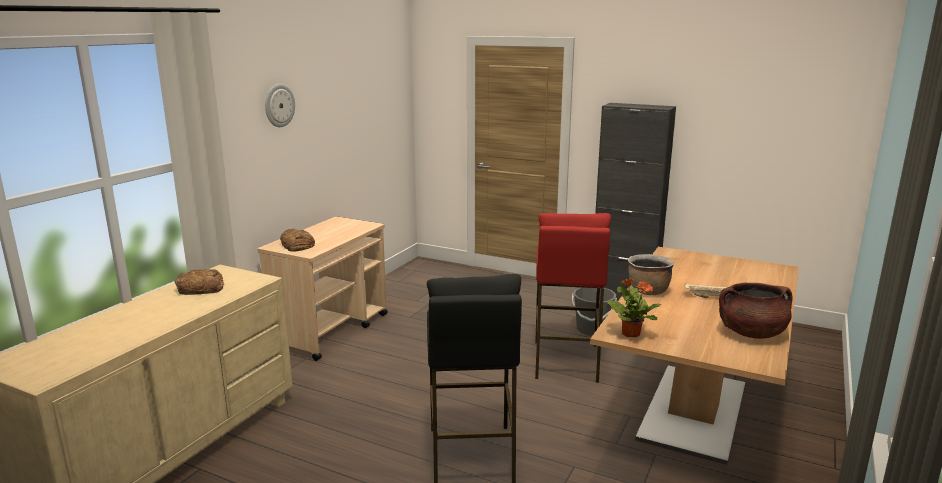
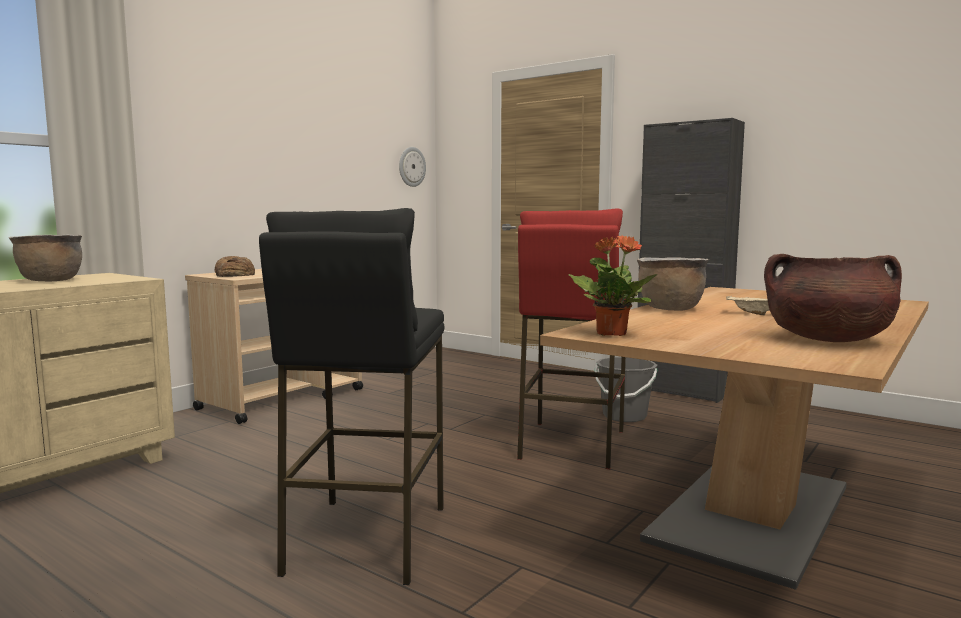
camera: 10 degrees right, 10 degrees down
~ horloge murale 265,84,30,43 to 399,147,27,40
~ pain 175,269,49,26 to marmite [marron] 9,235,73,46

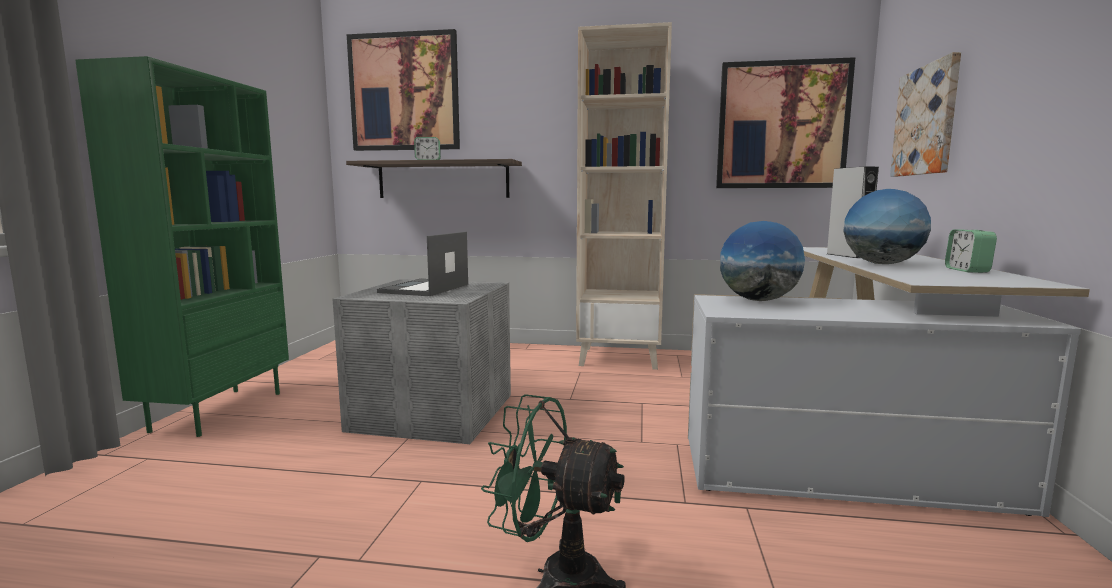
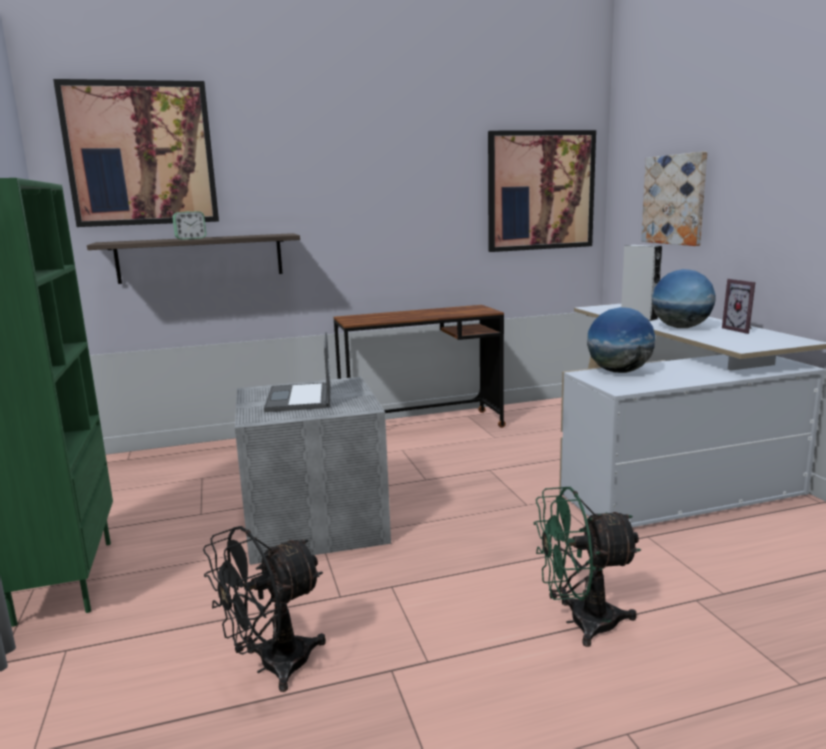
camera: 25 degrees left, 5 degrees up
~ bibliothèque [beige] 576,22,96,348 to bureau [marron] 334,305,172,123
~ réveil 945,229,52,44 to cadre photo 722,279,33,55
+ ventilateur [noir] 203,526,123,166

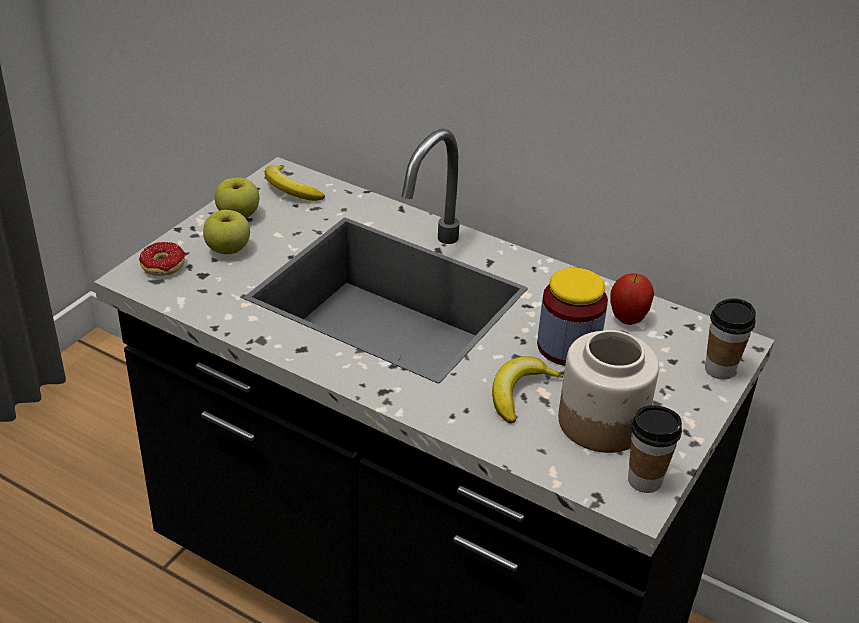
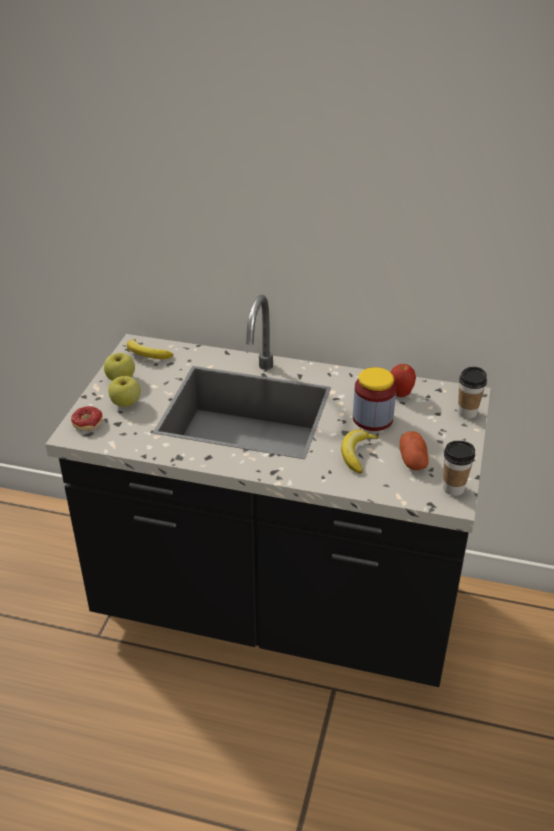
camera: 15 degrees left, 0 degrees up
~ bocal 558,330,101,123 to pomme de terre 400,431,29,40

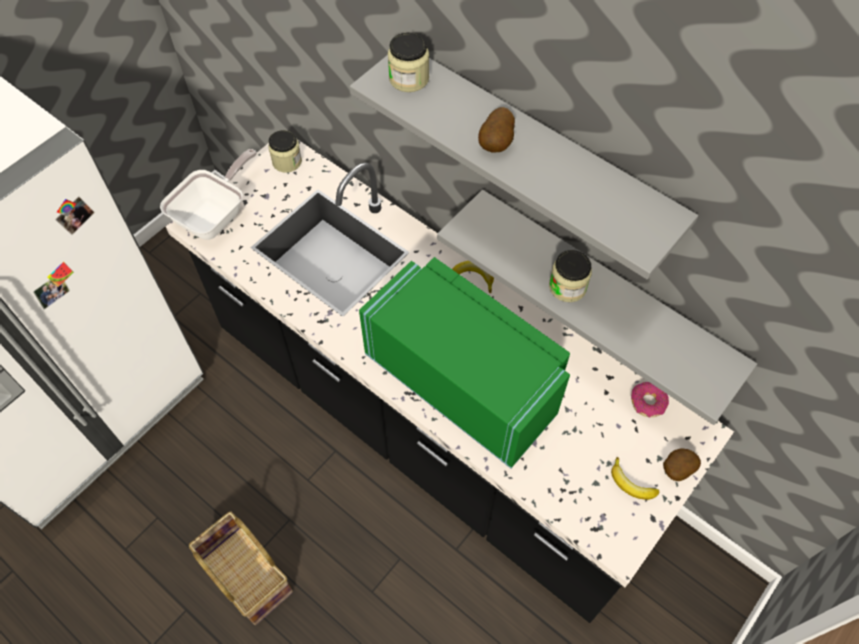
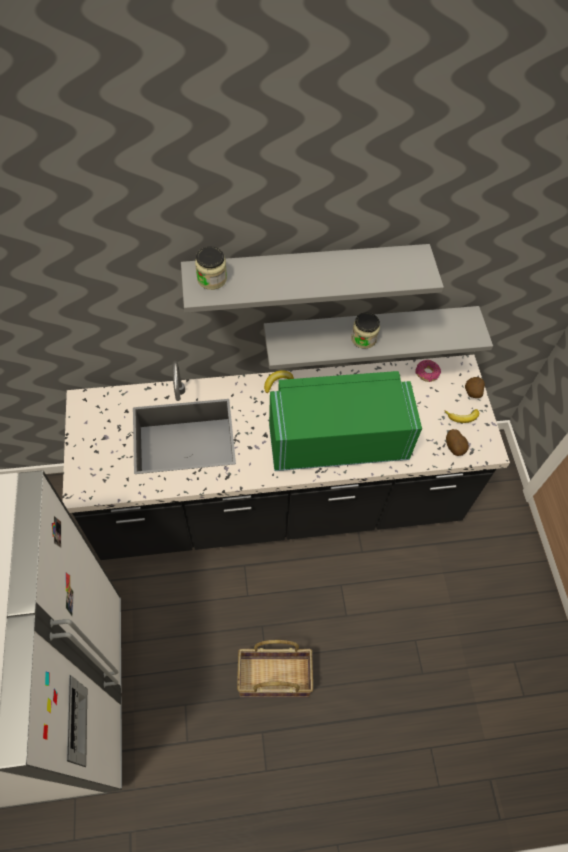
camera: 50 degrees left, 0 degrees up
~ pomme de terre 478,107,37,46 to 446,429,23,27
- bocal 268,130,34,43
- poêle 160,149,97,91

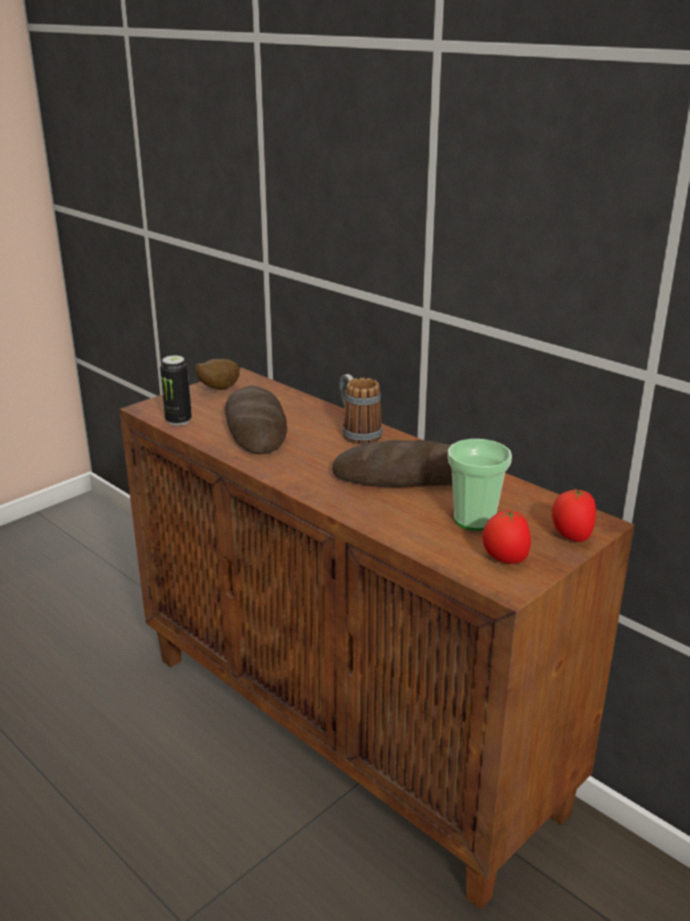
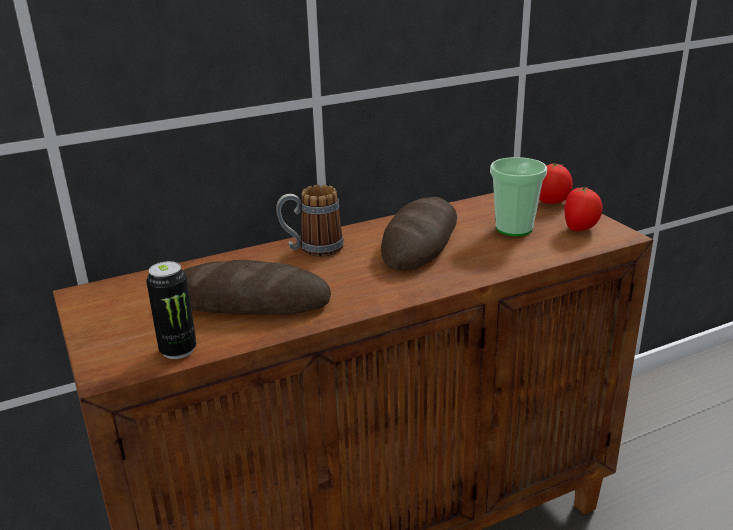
camera: 70 degrees left, 0 degrees up
- pomme de terre 195,359,45,31

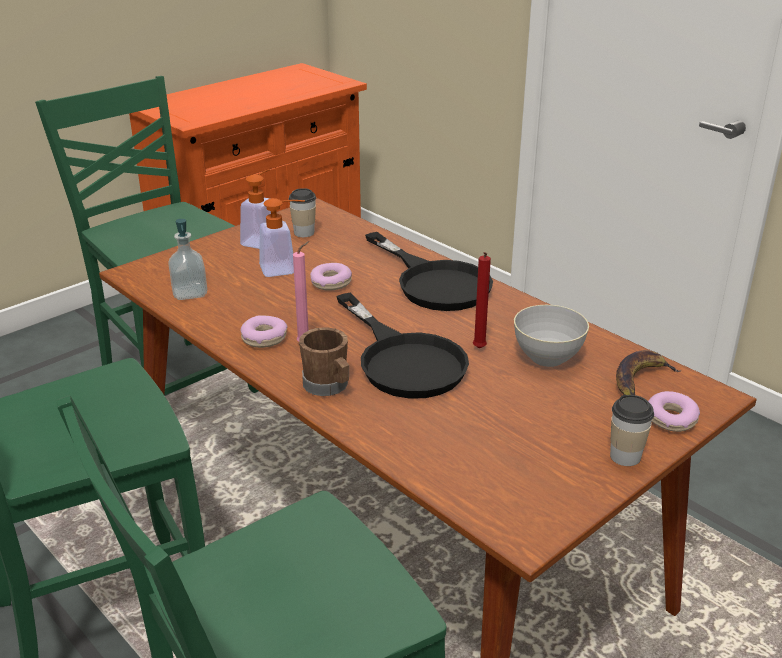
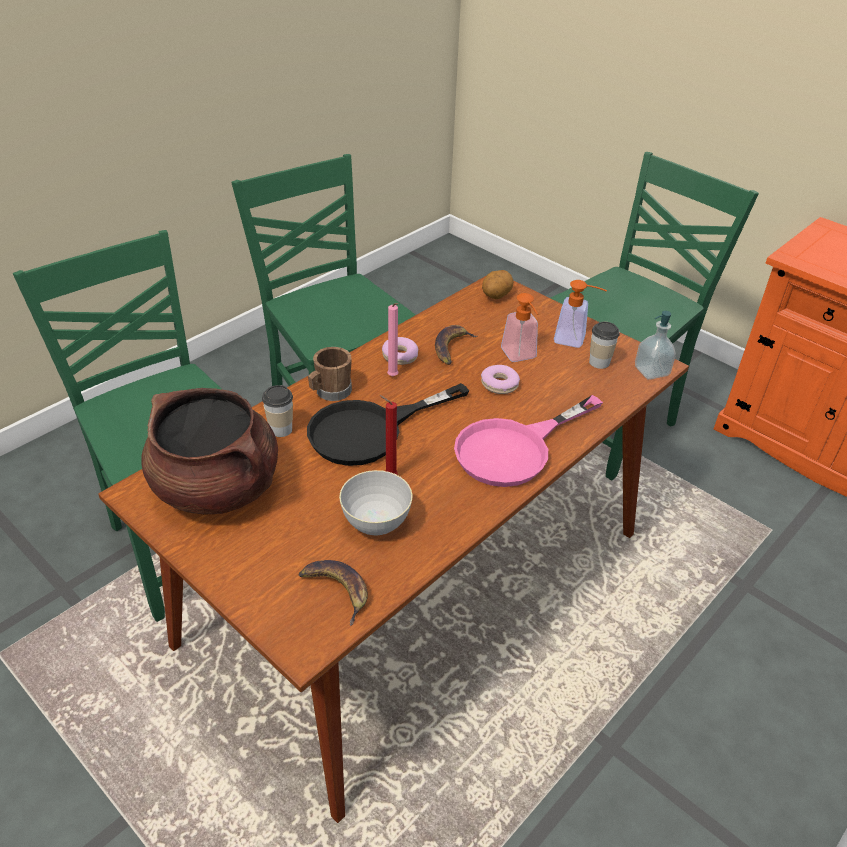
camera: 85 degrees right, 10 degrees up
~ distributeur de savon 168,219,39,81 to 635,311,41,69
~ poêle [noir] 365,232,128,79 to poêle [rose] 454,395,149,92
- beignet 648,391,52,41
~ tasse 610,395,44,71 to 262,385,31,52
+ pomme de terre 482,270,32,29
+ banane 435,325,42,40
+ marmite [marron] 142,388,136,126

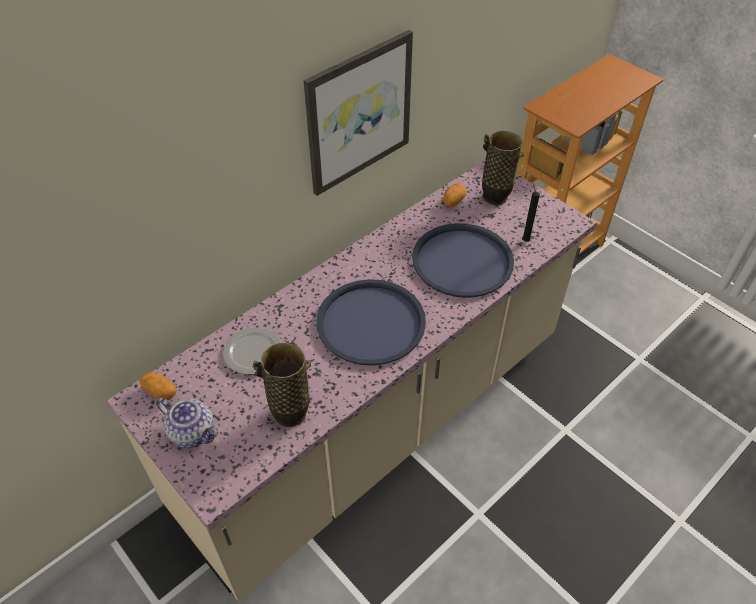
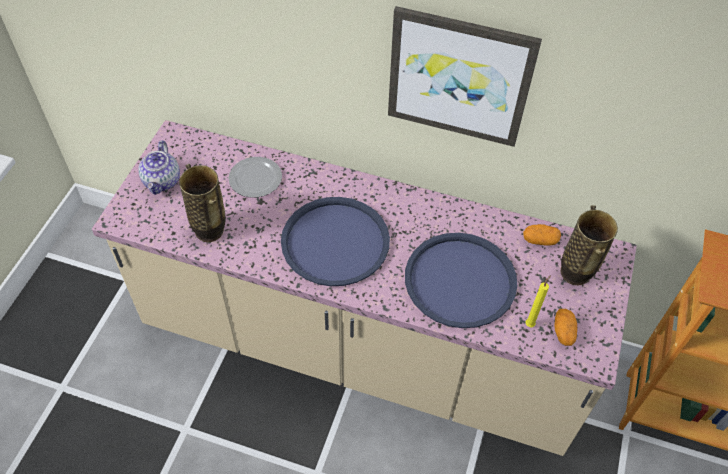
camera: 60 degrees right, 5 degrees up
~ bougie [noir] 522,184,18,58 to bougie [jaune] 526,275,25,52
~ pomme de terre 139,372,37,28 to 554,309,23,37

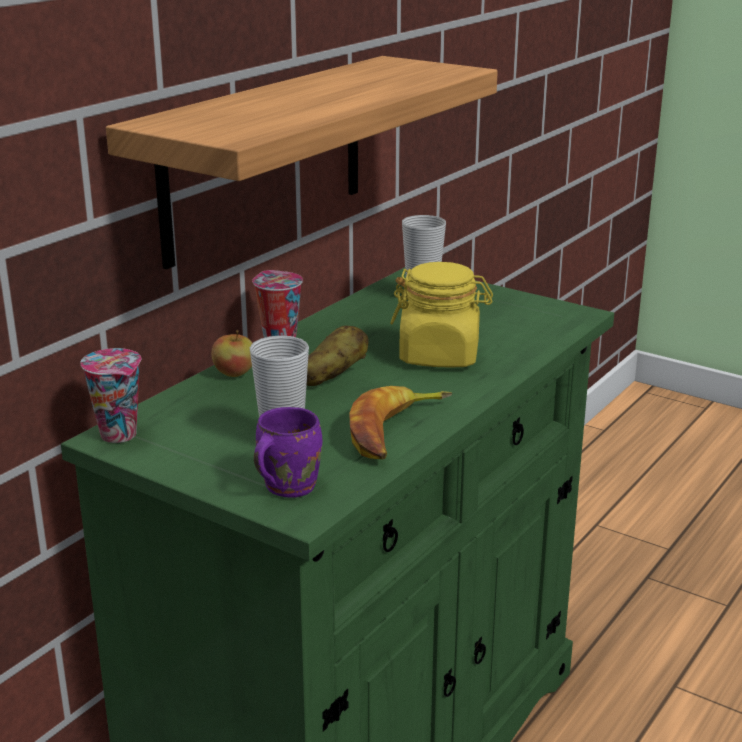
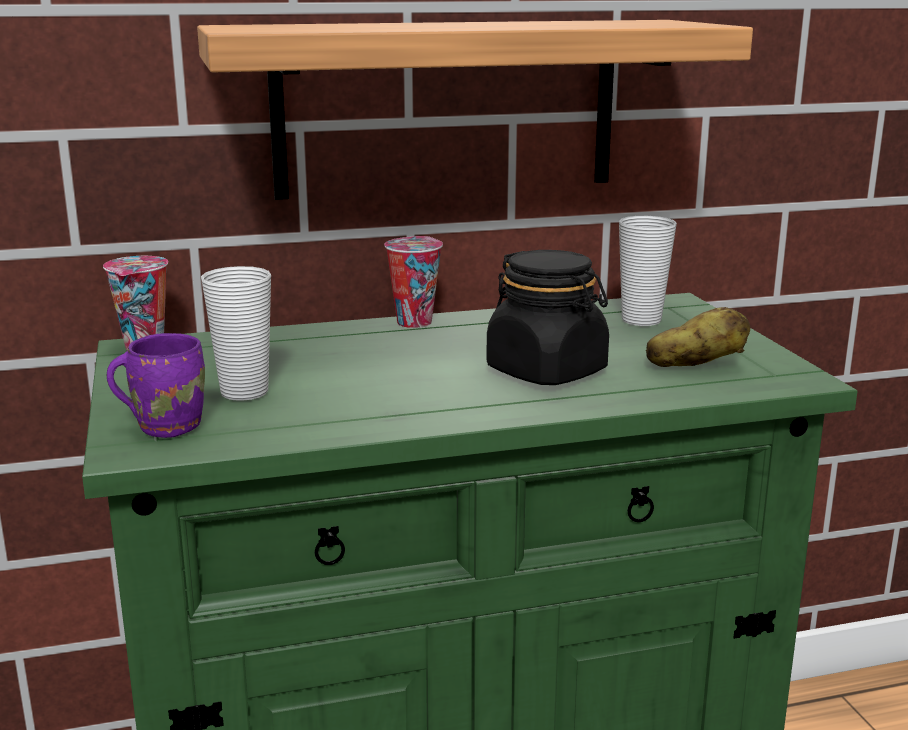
camera: 40 degrees right, 5 degrees down
~ bocal [jaune] 390,262,103,106 to bocal [noir] 486,250,123,135
~ pomme de terre 307,325,62,61 to 646,307,104,60
- pomme 211,330,41,47
- banane 349,386,103,73

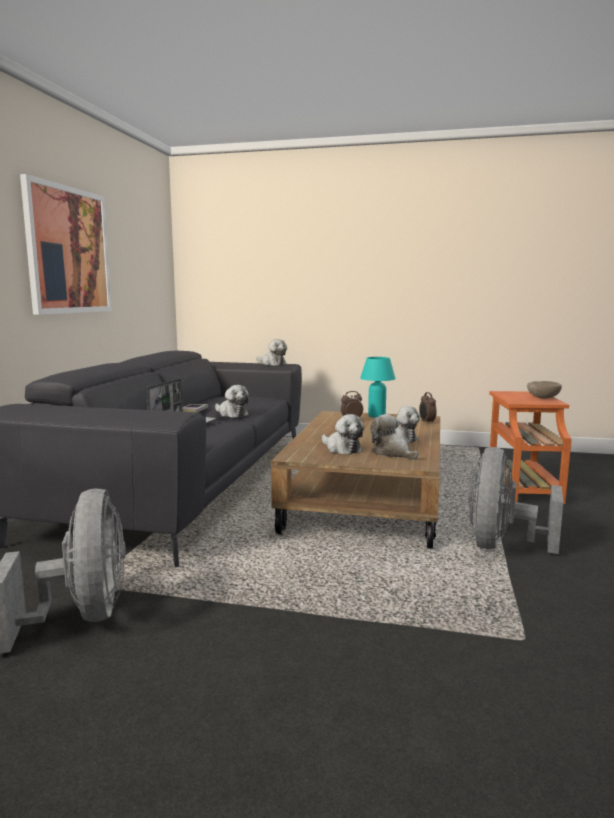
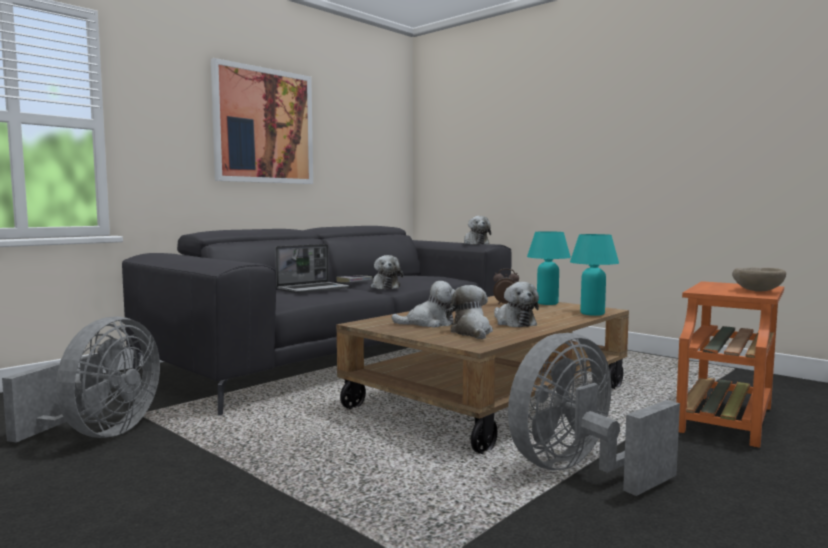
camera: 30 degrees right, 5 degrees down
~ réveil 419,392,18,32 to lampe de table [turquoise] 570,234,49,82
~ peluche 322,414,42,40 = 391,281,64,47 90 degrees counterclockwise

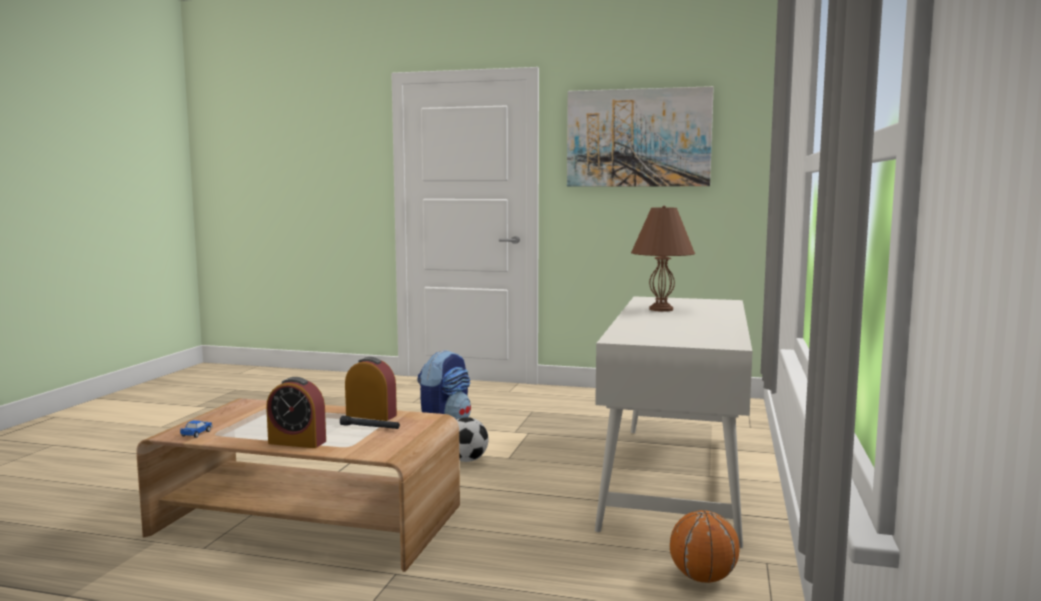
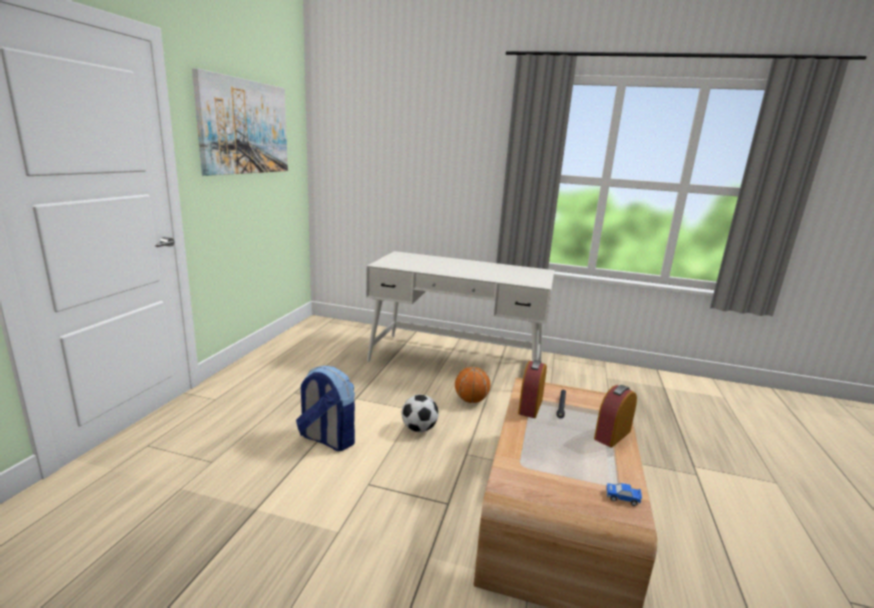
camera: 90 degrees left, 10 degrees up
- lampe de table [marron] 631,205,64,107
~ réveil 266,377,60,71 = 594,385,43,63 150 degrees counterclockwise
~ ballon de basket 670,510,70,73 to 455,367,36,36

